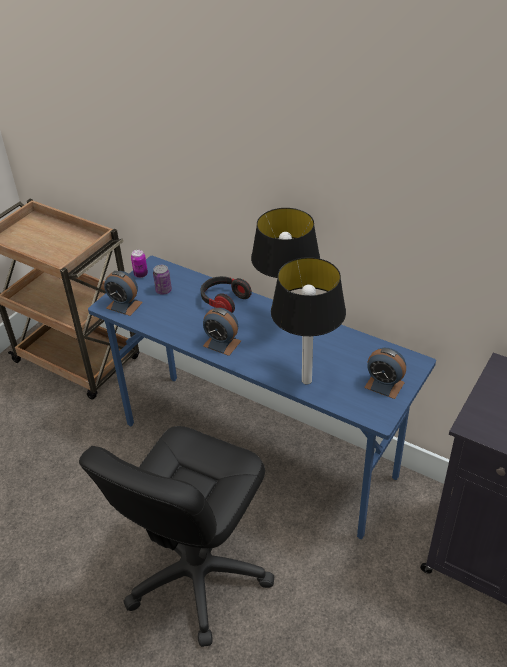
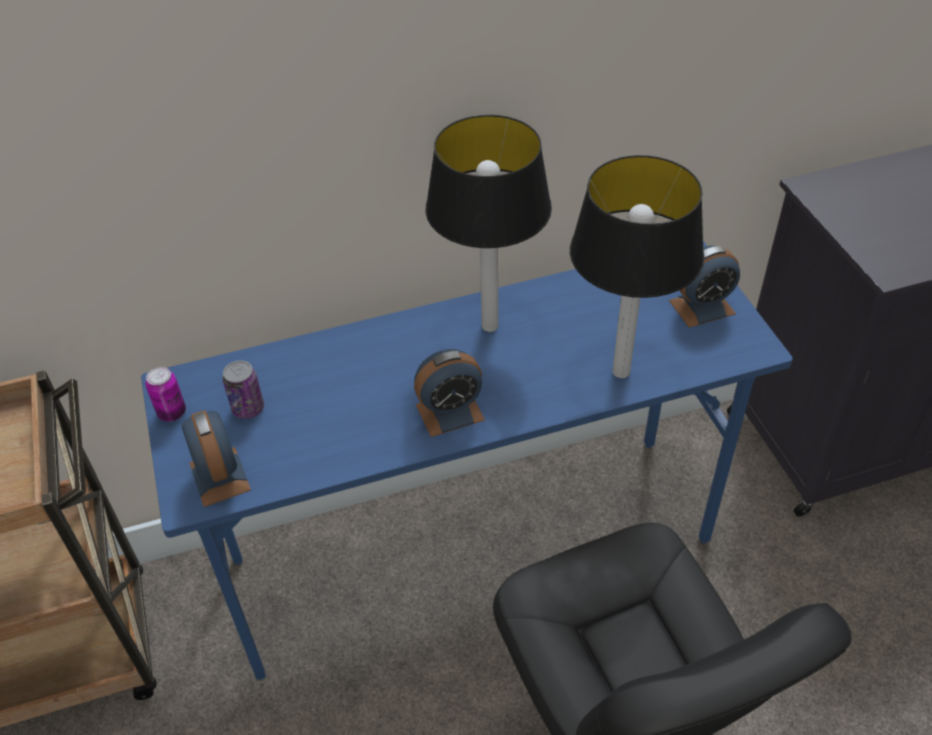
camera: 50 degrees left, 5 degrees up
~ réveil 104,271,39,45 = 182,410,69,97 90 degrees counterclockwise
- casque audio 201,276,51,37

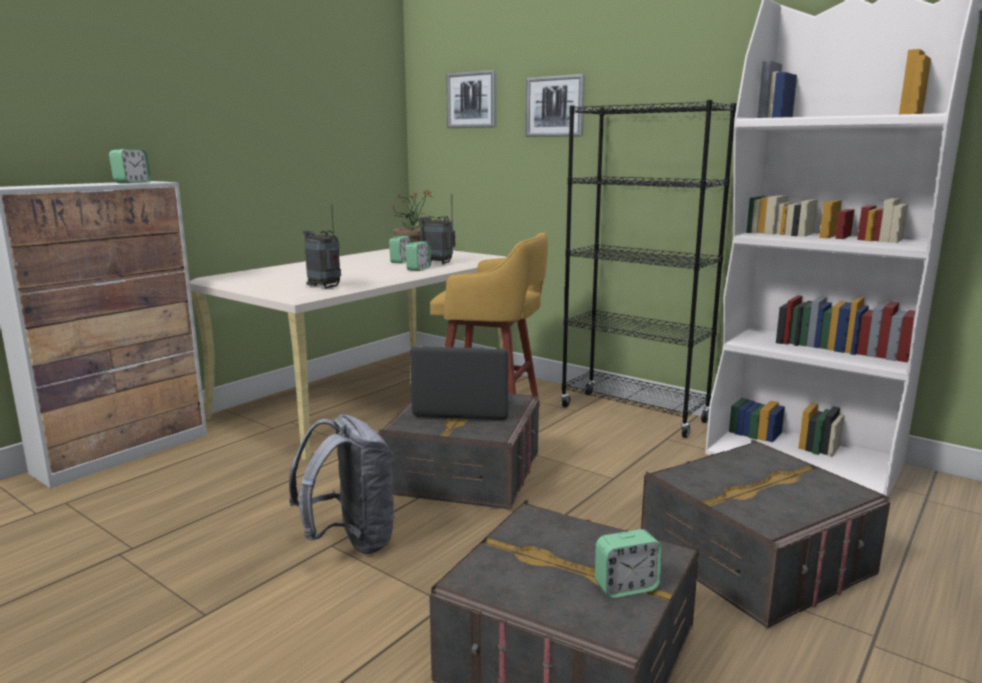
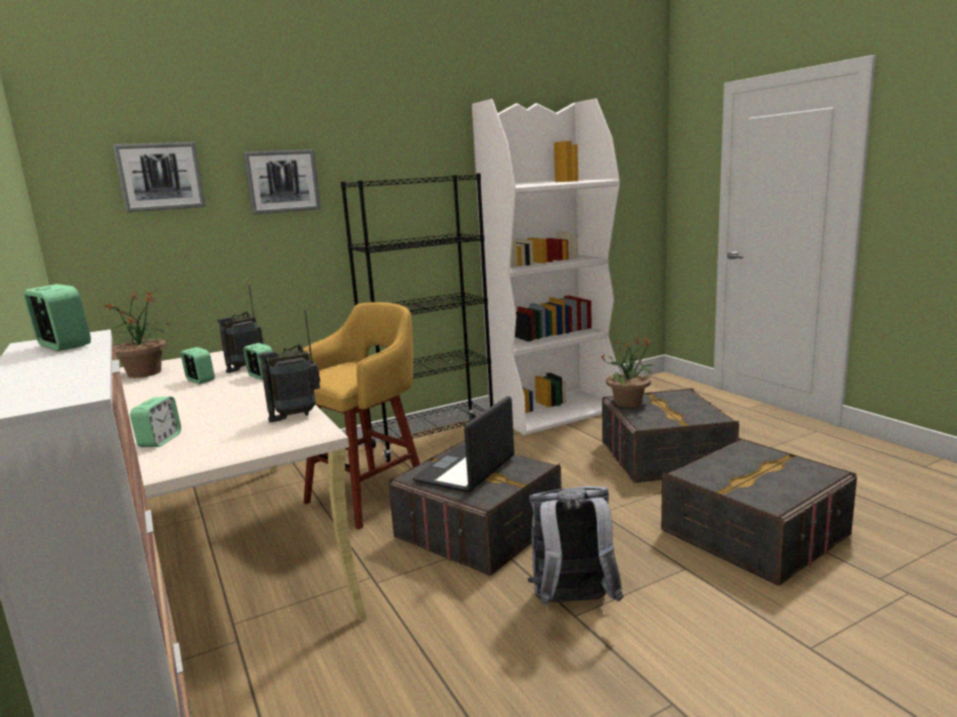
camera: 65 degrees left, 0 degrees up
~ réveil 595,529,67,69 to 130,397,51,50
+ plante en pot 600,336,57,72

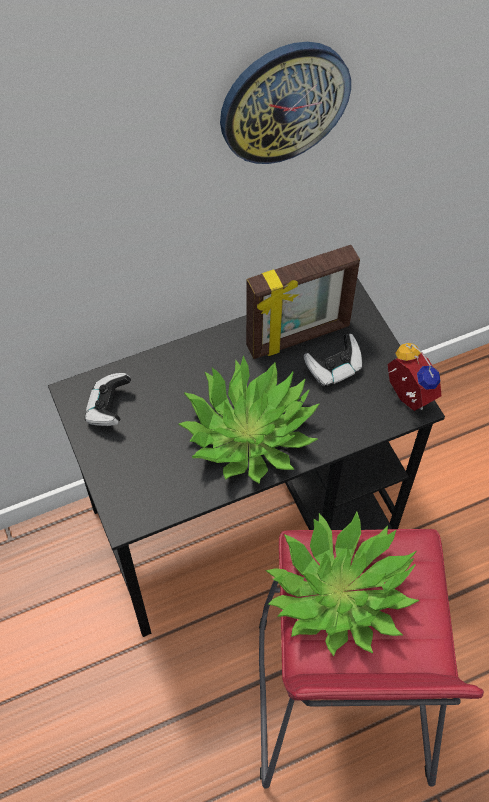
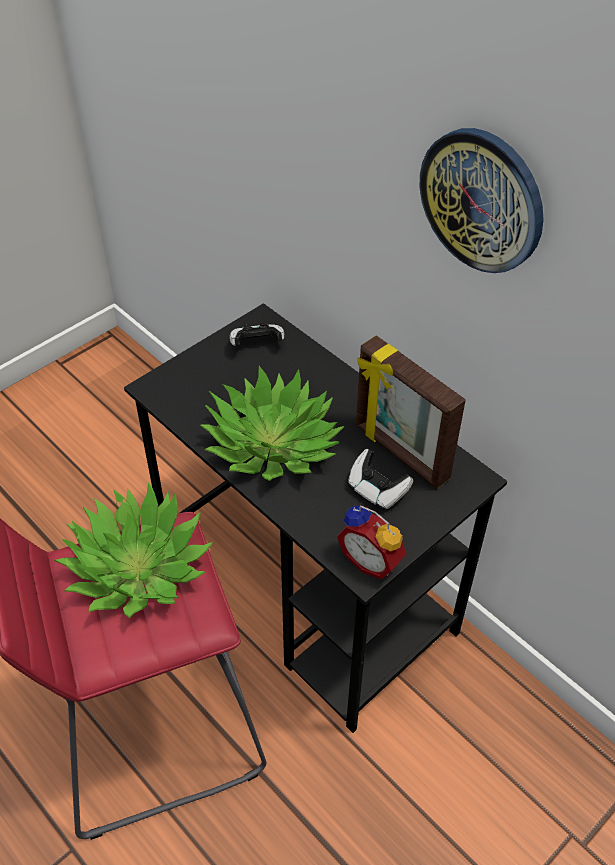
camera: 70 degrees right, 10 degrees down
~ réveil 387,343,55,68 = 337,505,69,74 90 degrees clockwise

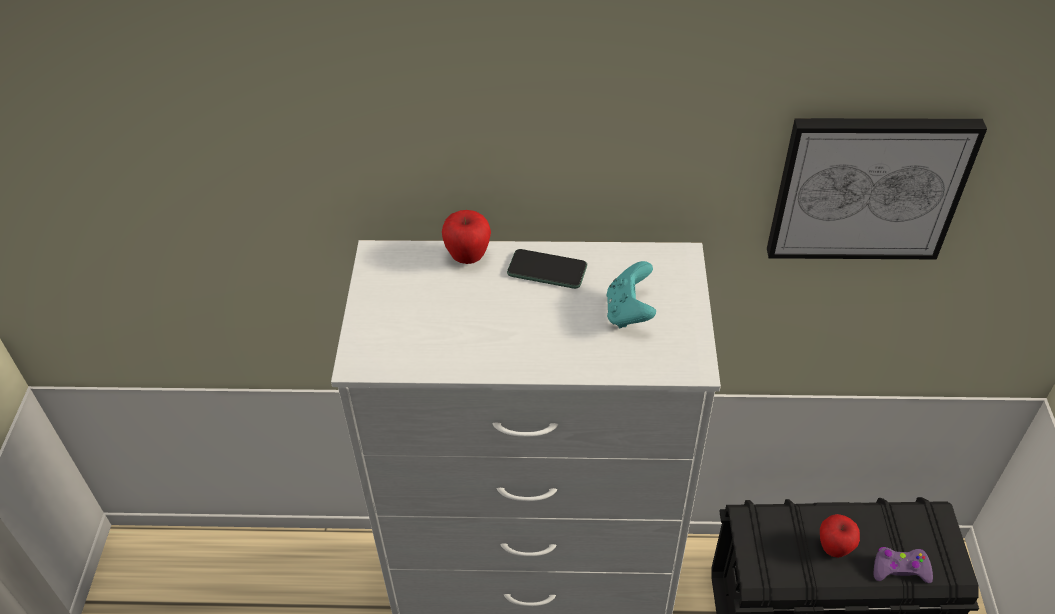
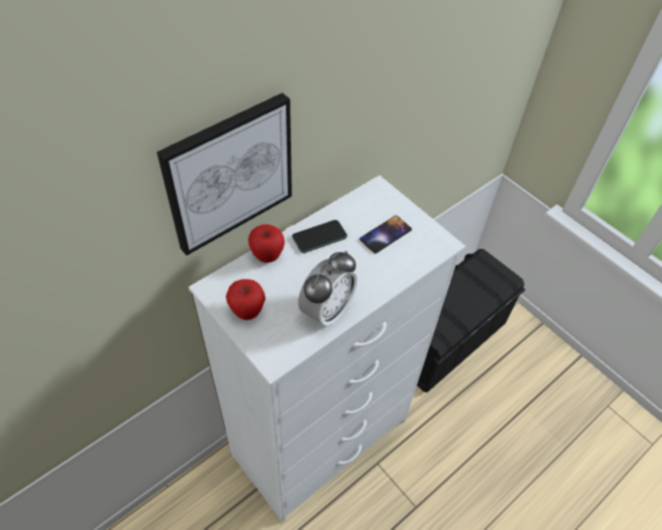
camera: 45 degrees left, 5 degrees up
~ tableau 767,118,220,141 to 157,93,135,163
~ manette [turquoise] 606,261,50,67 to téléphone 360,215,52,39
~ pomme 820,514,40,44 to 226,279,40,41
- manette [violet] 874,547,59,36
+ réveil 298,251,59,77

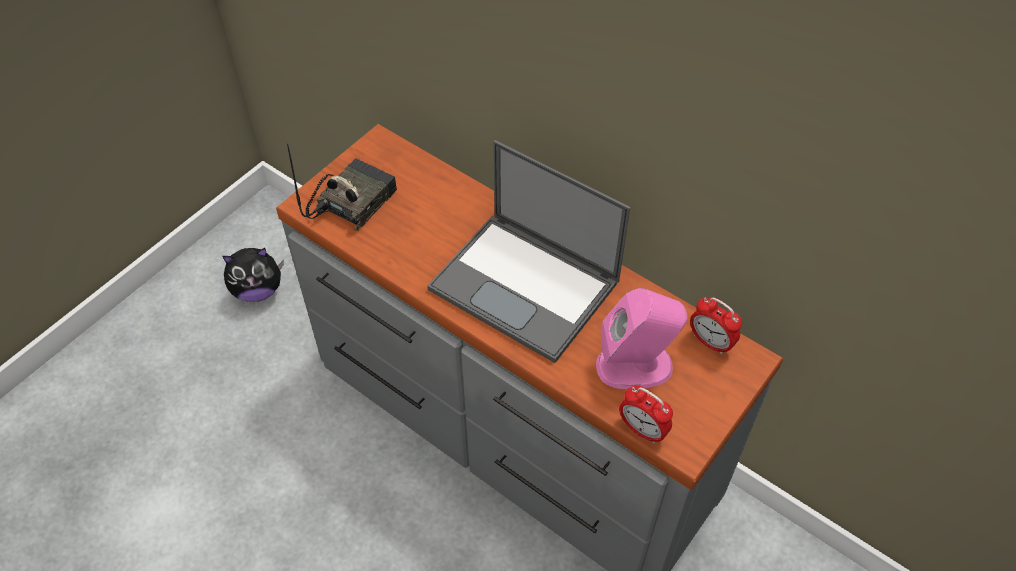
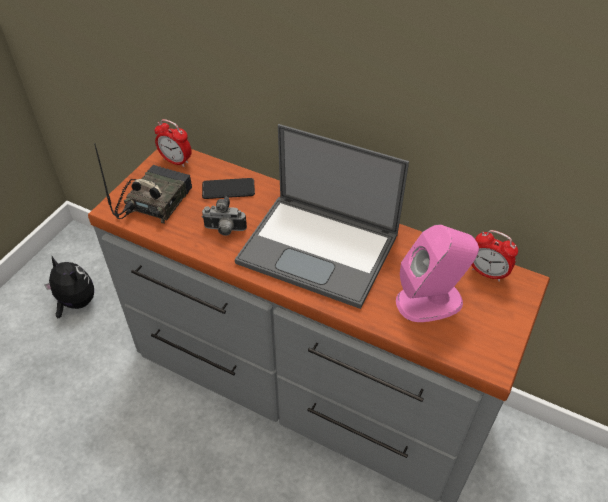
camera: 10 degrees left, 5 degrees down
~ peluche 222,248,62,54 = 44,256,50,63 120 degrees counterclockwise
~ réveil 619,385,54,59 to 154,119,38,48
+ téléphone 202,178,53,21
+ appareil photo 202,197,45,39

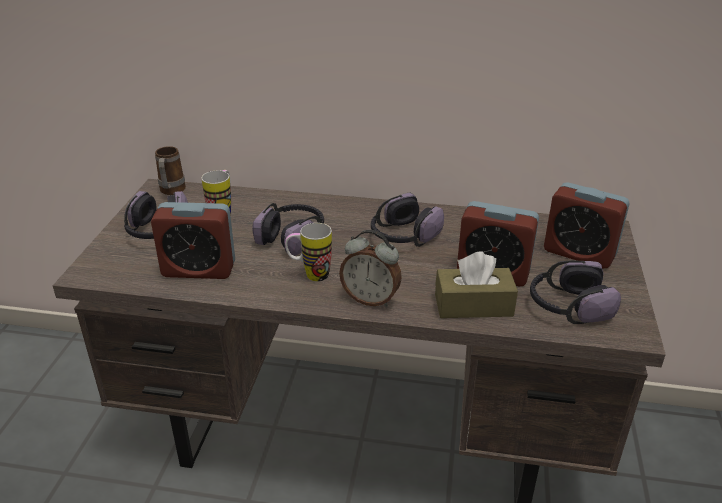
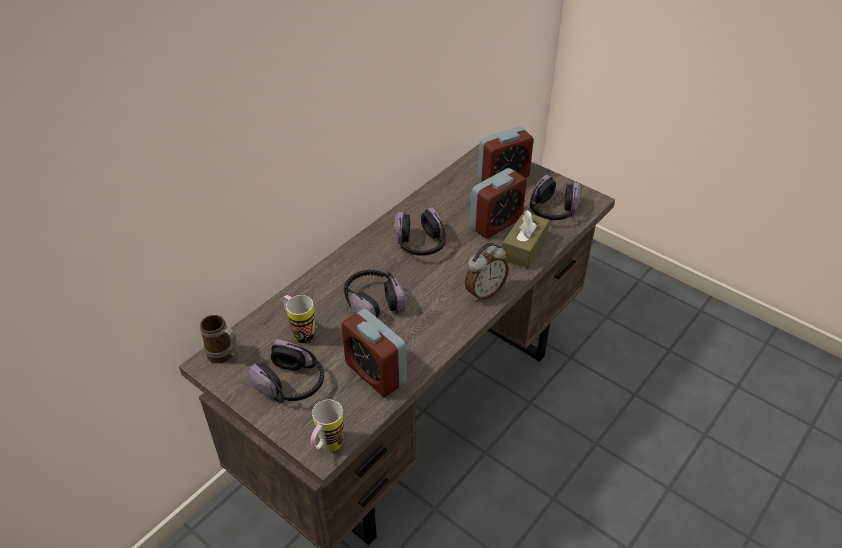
camera: 60 degrees left, 10 degrees up
~ réveil 151,202,84,77 = 341,309,66,88 105 degrees clockwise
~ mug 285,223,47,59 to 311,400,33,52

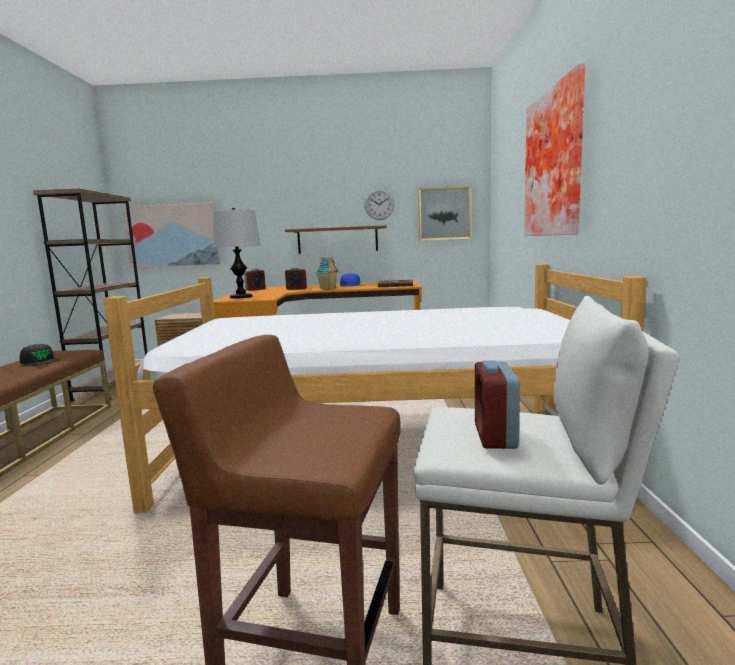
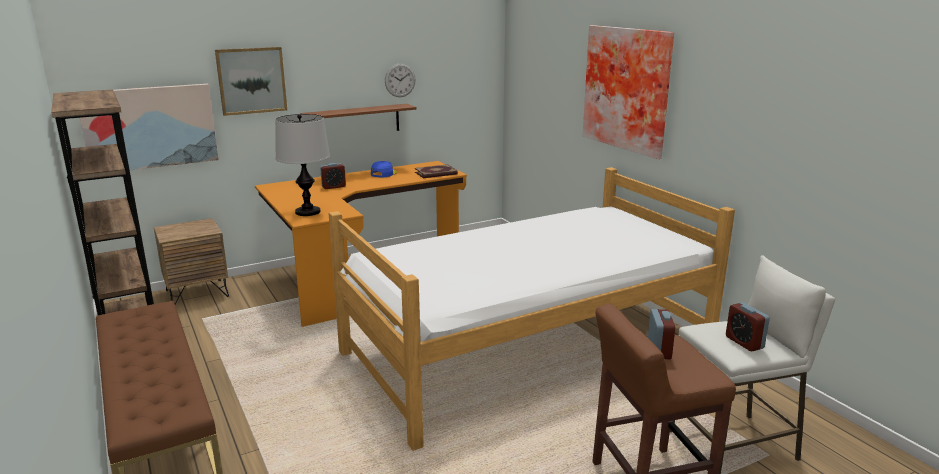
camera: 30 degrees left, 10 degrees up
~ tableau 418,186,53,55 to 215,47,72,69
- maison miniature 315,256,24,33
~ réveil 244,268,22,23 to 648,309,27,50
- casquette [noir] 19,344,40,22

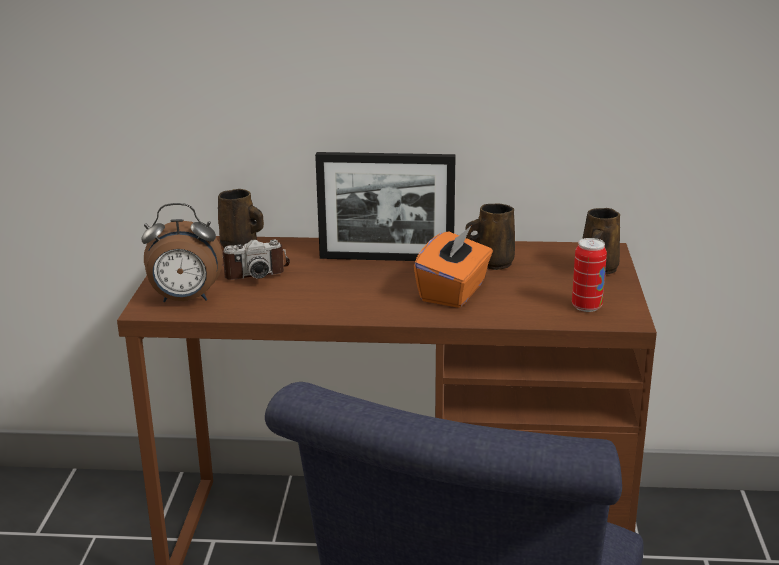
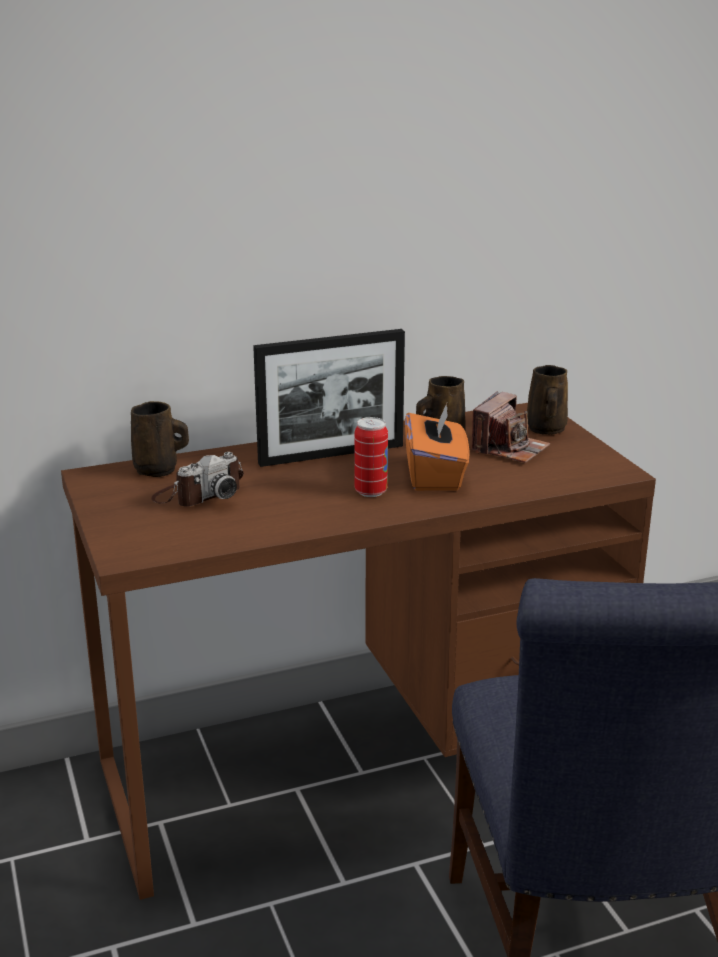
camera: 25 degrees left, 0 degrees up
- réveil 141,203,82,99
~ boîte métallique 572,238,35,74 to 354,417,34,80
+ appareil photo 471,391,79,72

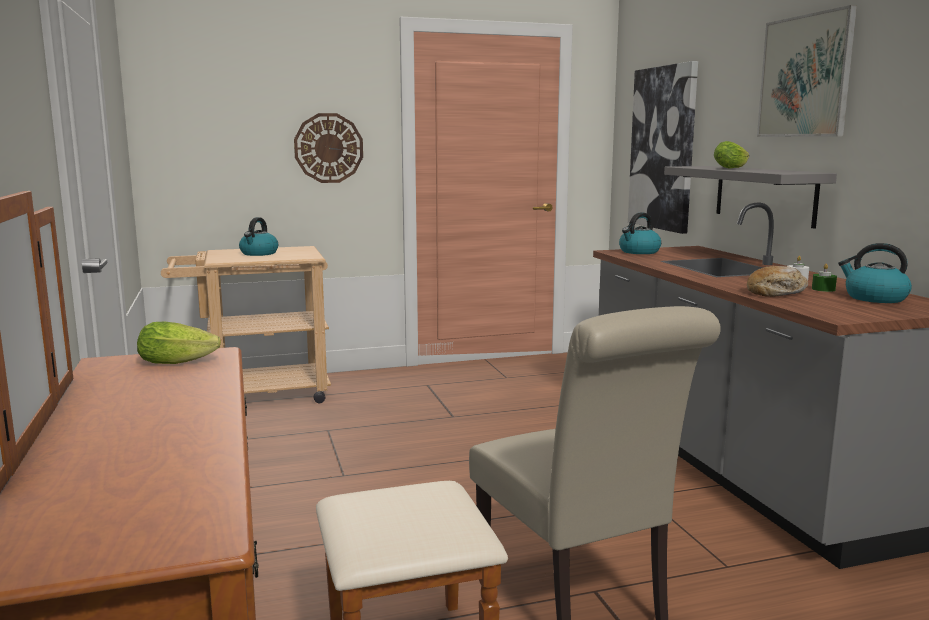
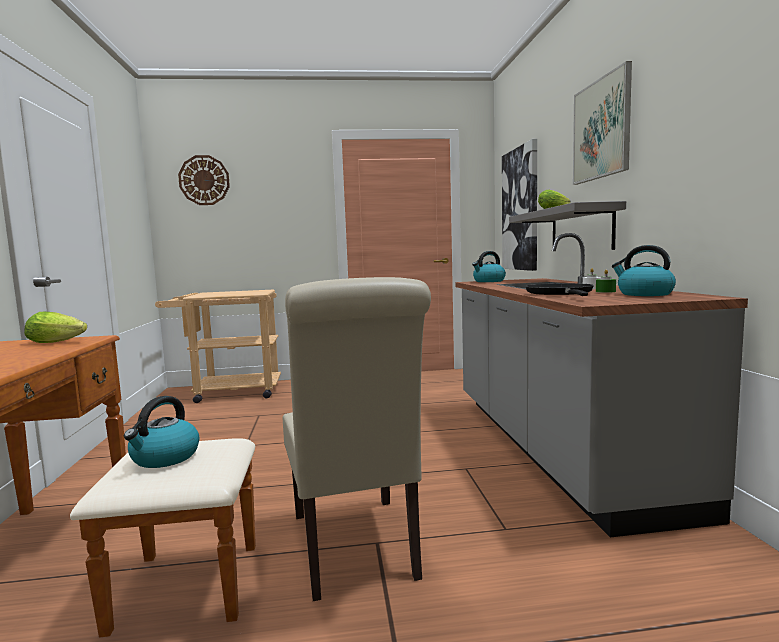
camera: 10 degrees right, 5 degrees down
~ horloge murale 294,113,69,70 to 178,155,52,50
~ bouilloire 239,217,39,39 to 124,396,75,72
~ pain 747,266,61,31 to poêle [noir] 525,283,69,13

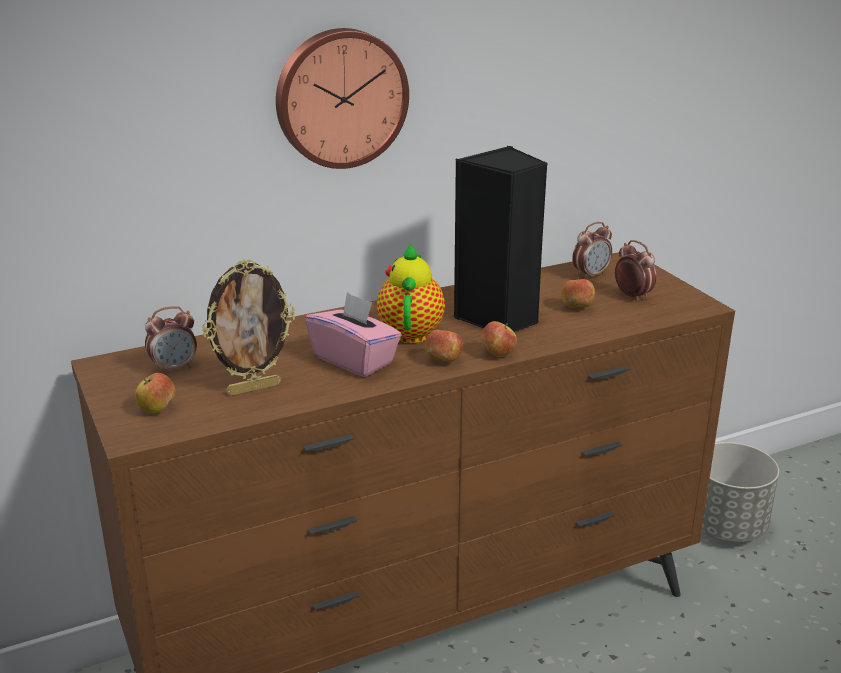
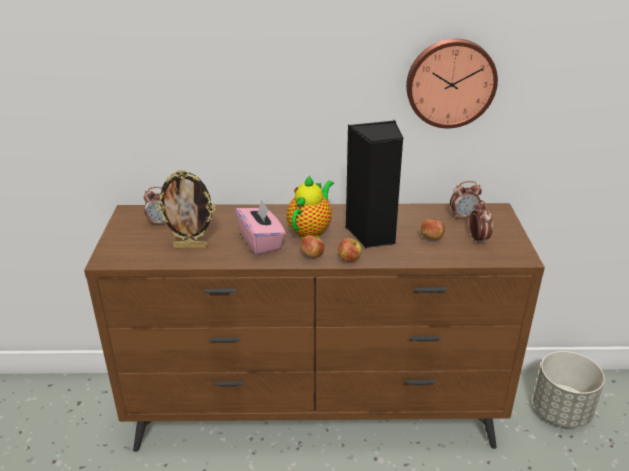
camera: 25 degrees right, 5 degrees up
~ horloge murale 276,28,133,141 to 406,38,92,90
- pomme 135,373,40,40

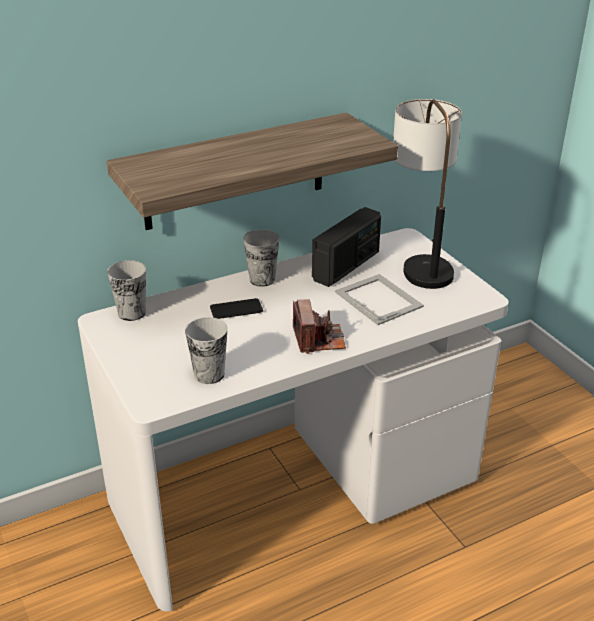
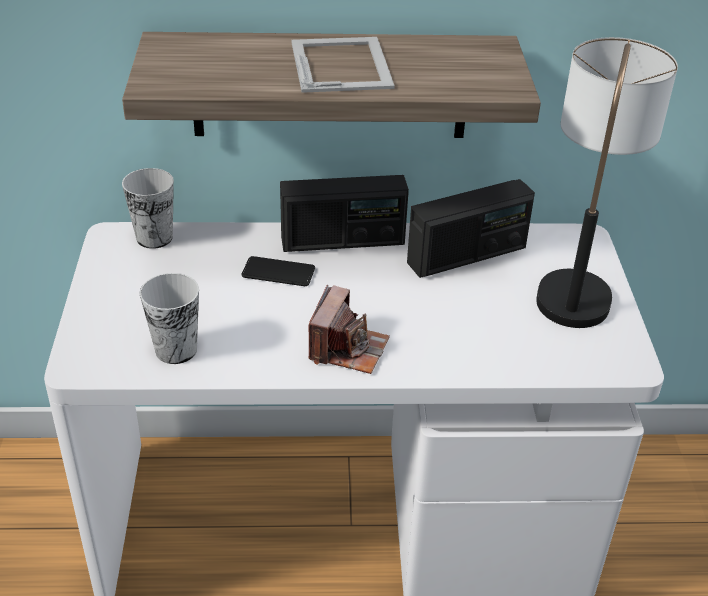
camera: 25 degrees right, 5 degrees up
~ tasse 243,229,36,58 to radio 280,175,129,77
~ cadre photo 335,274,89,51 to 291,37,104,56

